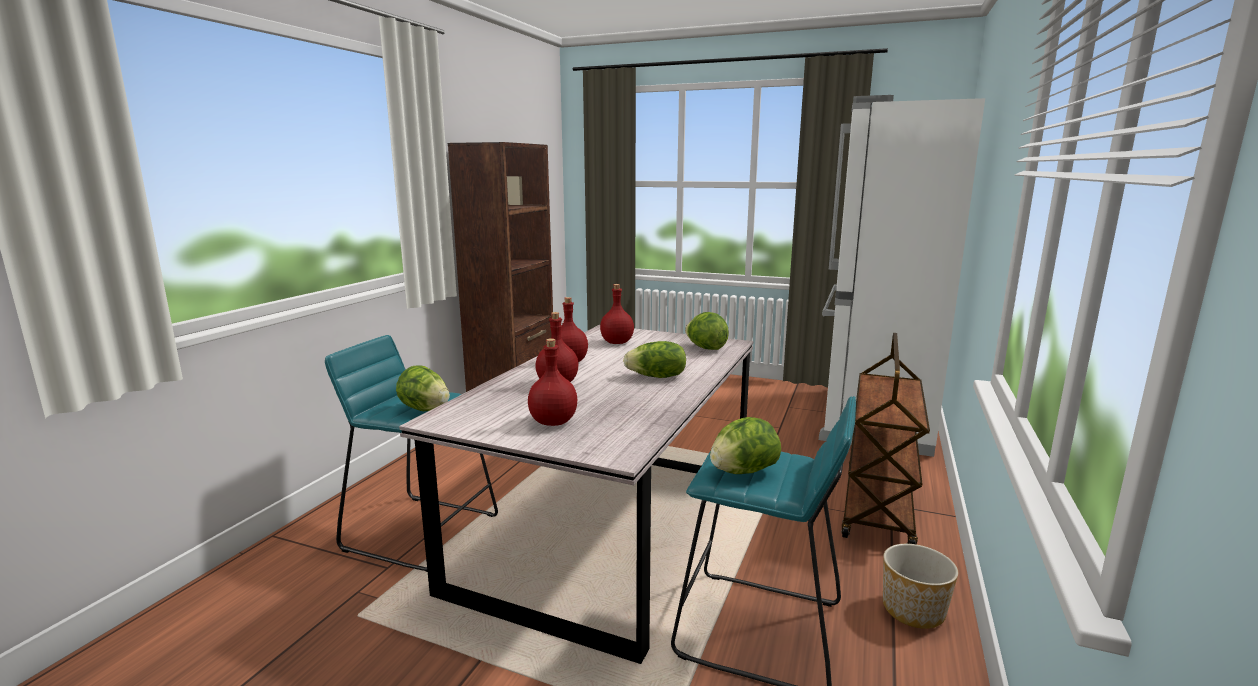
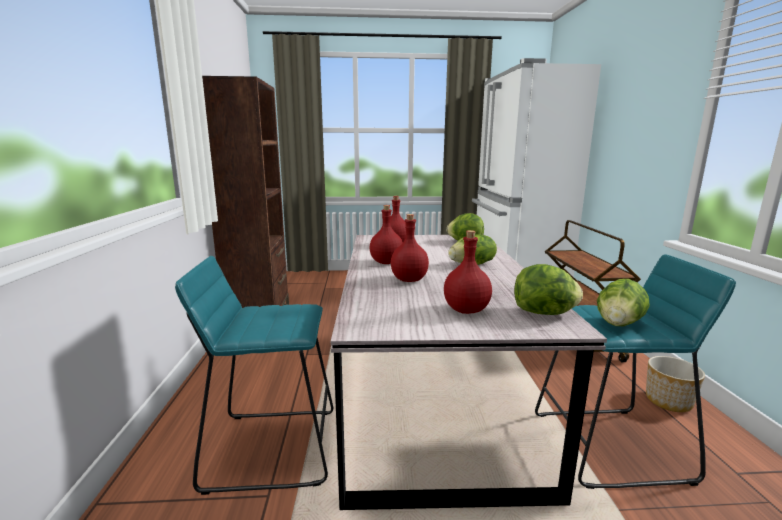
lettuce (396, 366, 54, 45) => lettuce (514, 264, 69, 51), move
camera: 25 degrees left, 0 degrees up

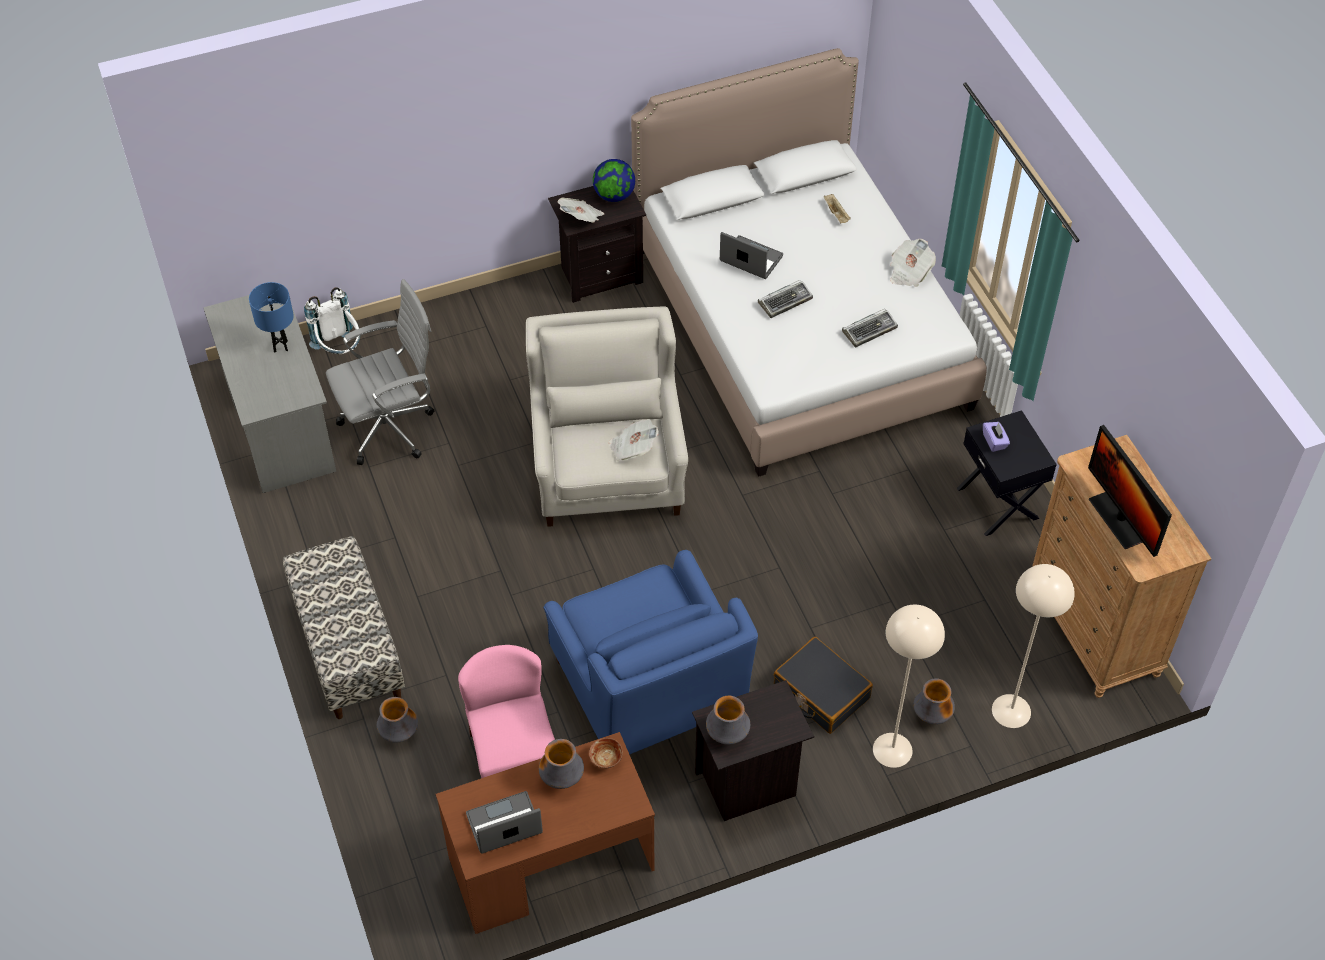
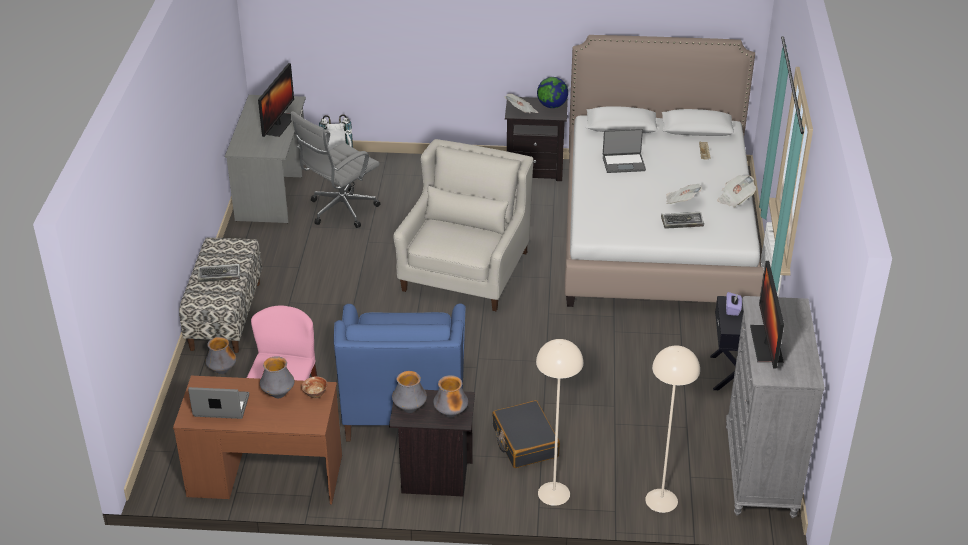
keyboard (758, 280, 55, 38) => keyboard (198, 264, 42, 18), move
blue lamp for a table (249, 282, 45, 71) => computer screen (258, 63, 36, 74)
gray computer chair (326, 279, 108, 186) => gray computer chair (291, 111, 89, 117), 135 degrees clockwise
decorative vase (914, 678, 41, 46) => decorative vase (433, 375, 35, 43), move
laptop (720, 232, 63, 47) => laptop (603, 129, 43, 44), 120 degrees clockwise
printed paper (609, 419, 50, 42) => printed paper (666, 184, 36, 20), move
brownish dresser (1032, 435, 179, 263) => gray dresser (726, 296, 99, 222)
camera: 25 degrees right, 15 degrees down

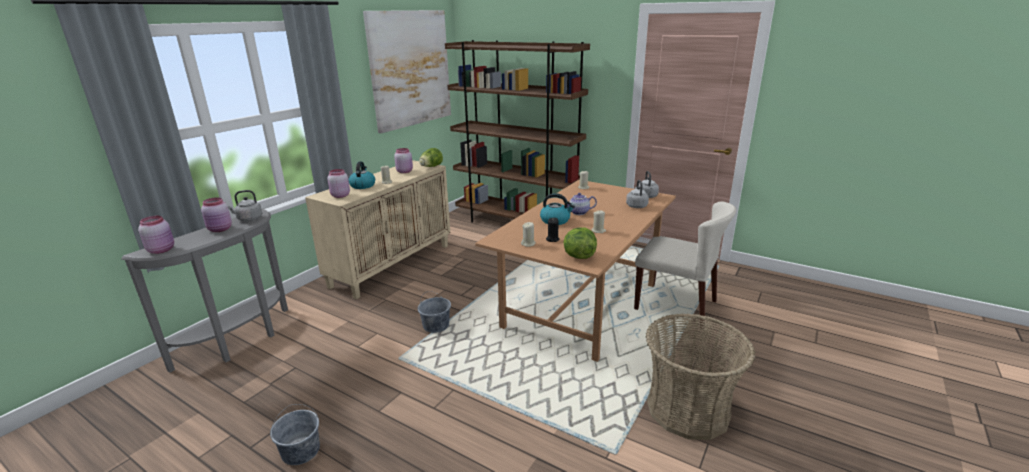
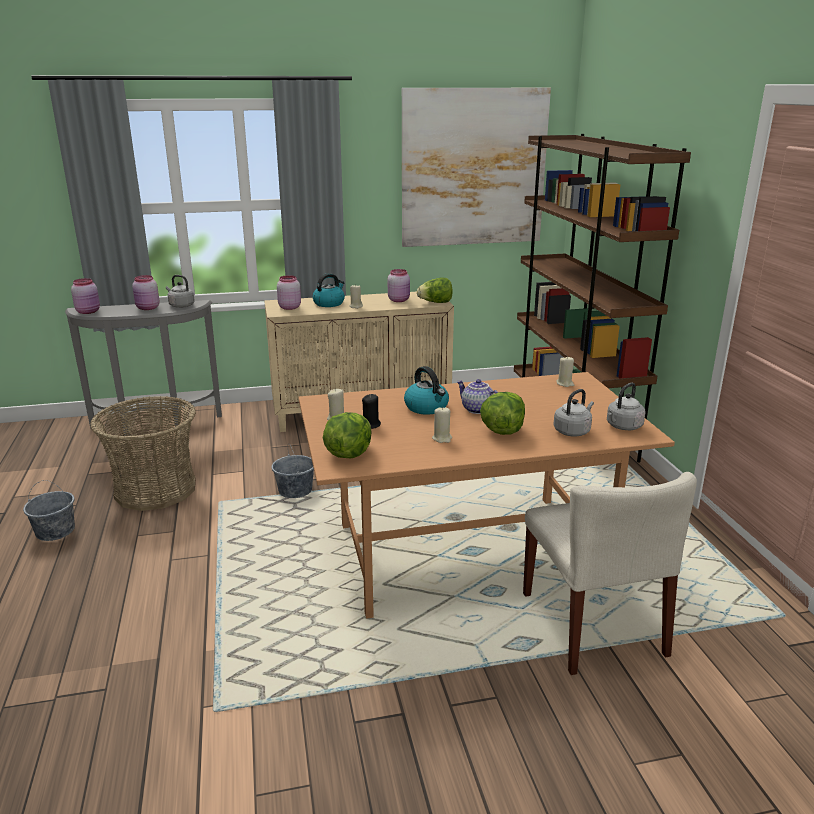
basket (645, 313, 110, 127) => basket (90, 396, 106, 115), move
nothing => lettuce (480, 392, 45, 43)
camera: 45 degrees right, 0 degrees up

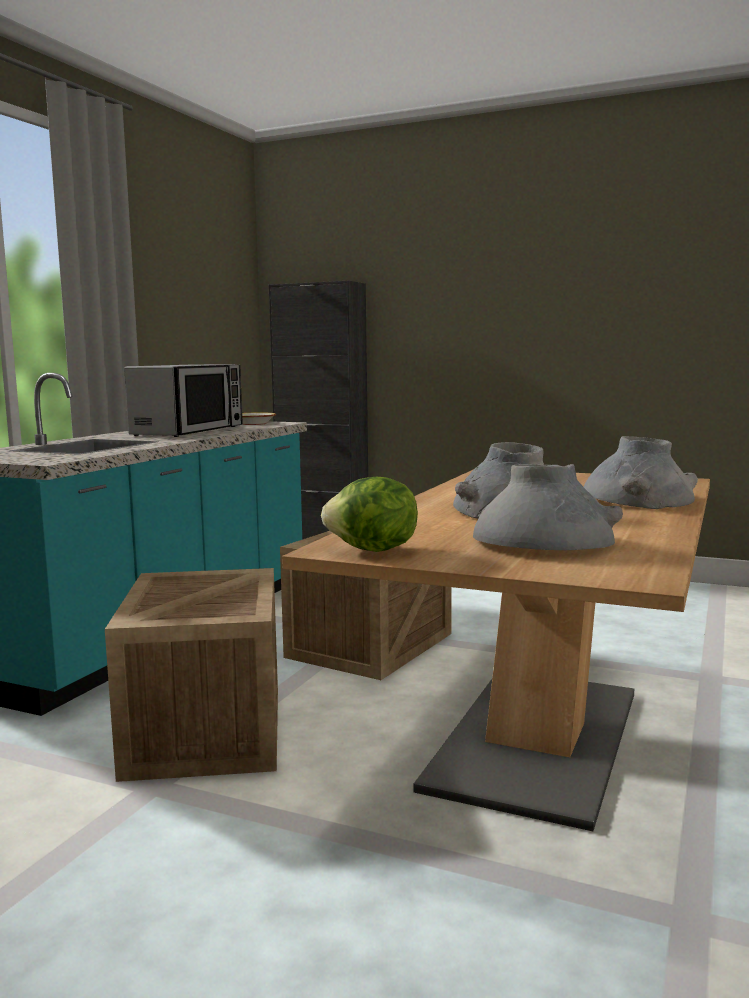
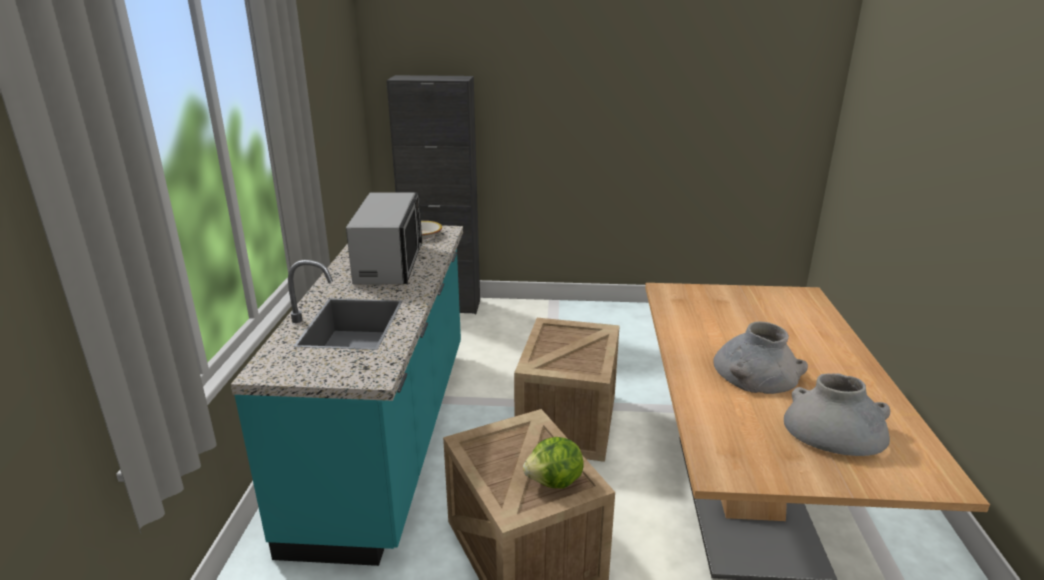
lettuce (321, 477, 97, 75) => lettuce (523, 437, 61, 51), move
gray decorative vase (584, 436, 114, 73) => nothing
camera: 20 degrees left, 15 degrees up

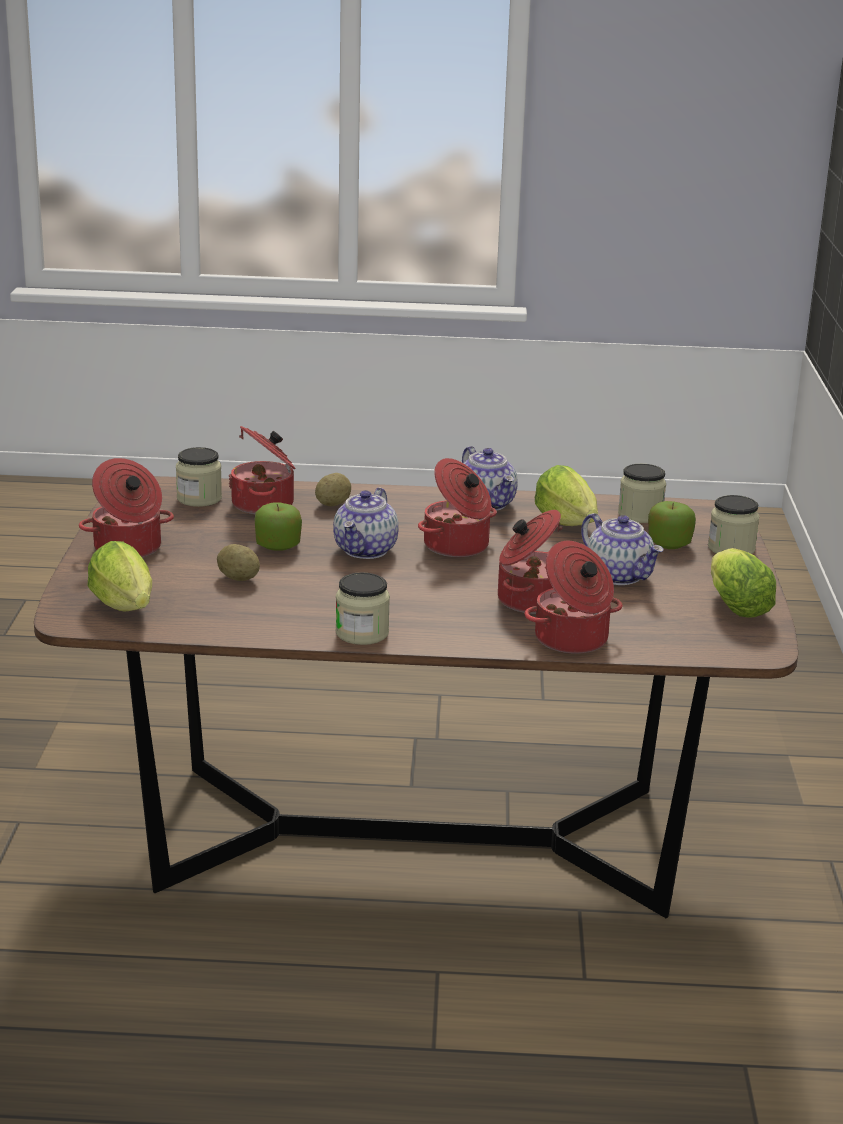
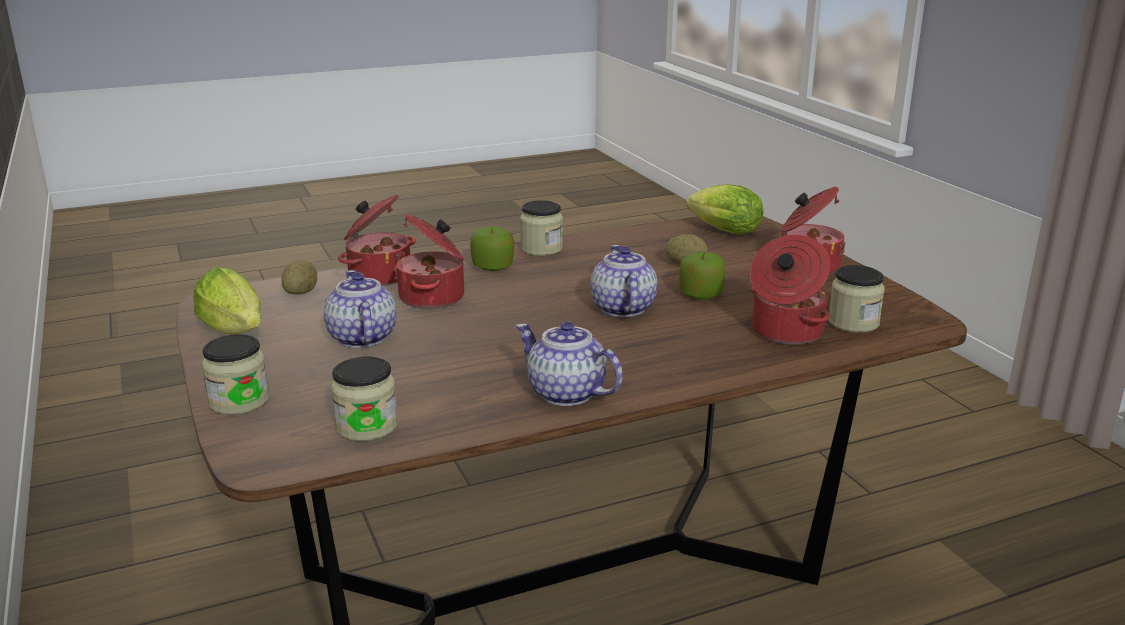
spud (315, 473, 36, 33) => spud (281, 260, 36, 35), move
teapot (581, 513, 82, 72) => teapot (324, 270, 73, 78), 45 degrees clockwise
apple fruit (648, 501, 48, 48) => apple fruit (470, 226, 44, 45), move
stockpot (418, 458, 79, 99) => nothing
lettuce (535, 465, 63, 61) => nothing
camera: 155 degrees right, 0 degrees up

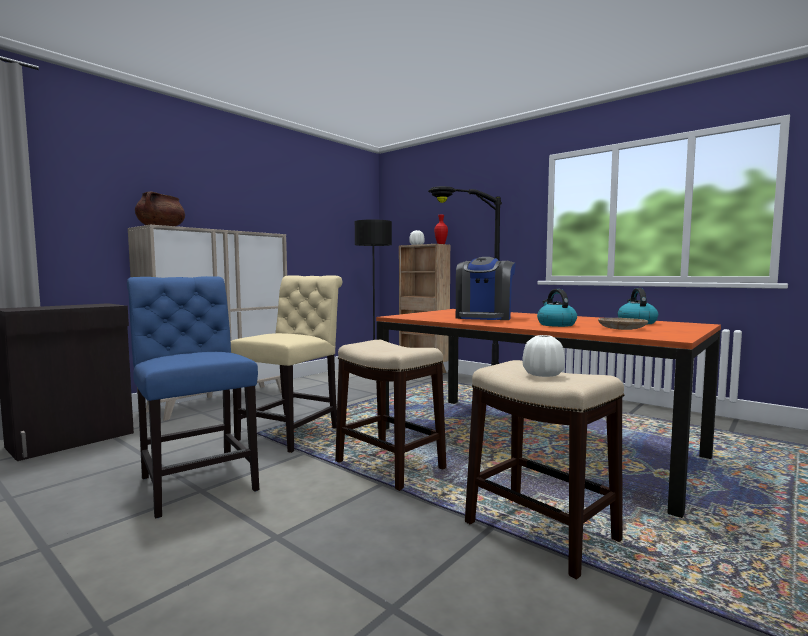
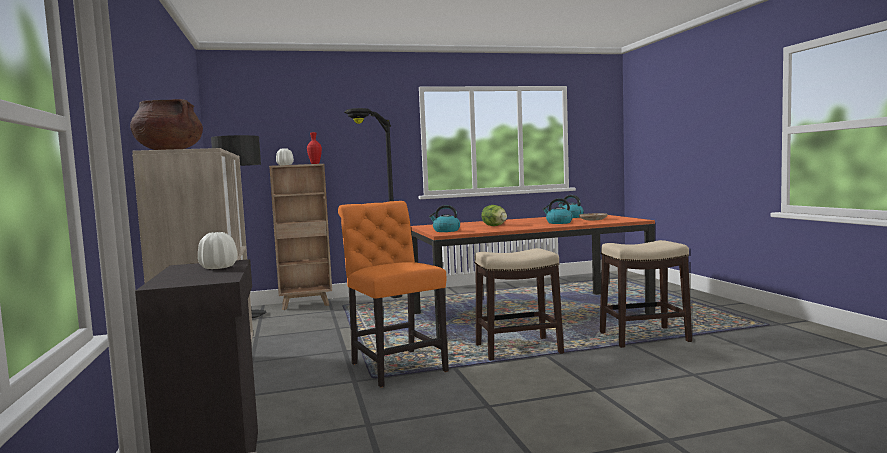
white decorative vase (522, 335, 43, 42) => white decorative vase (198, 232, 40, 37), move
beige-coloured chair (231, 275, 111, 178) => orangey chair (338, 201, 111, 186)
nothing => kettle (429, 205, 31, 27)
coffee machine (456, 257, 60, 63) => lettuce (481, 205, 26, 21)
blue chair (127, 276, 132, 243) => nothing
camera: 55 degrees left, 0 degrees up

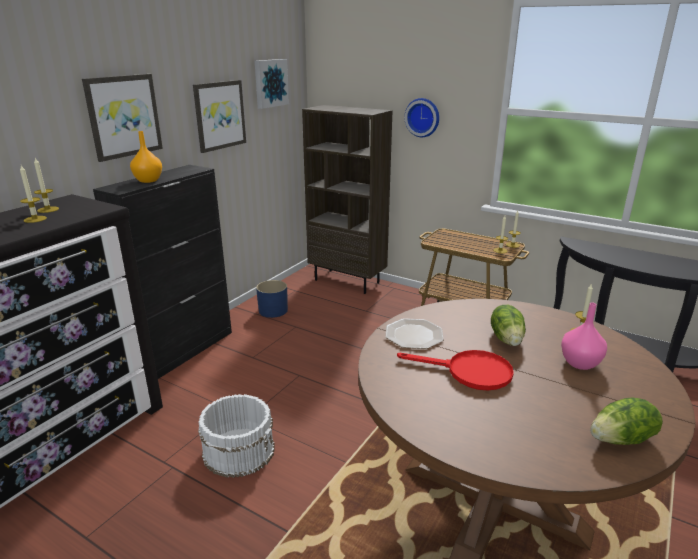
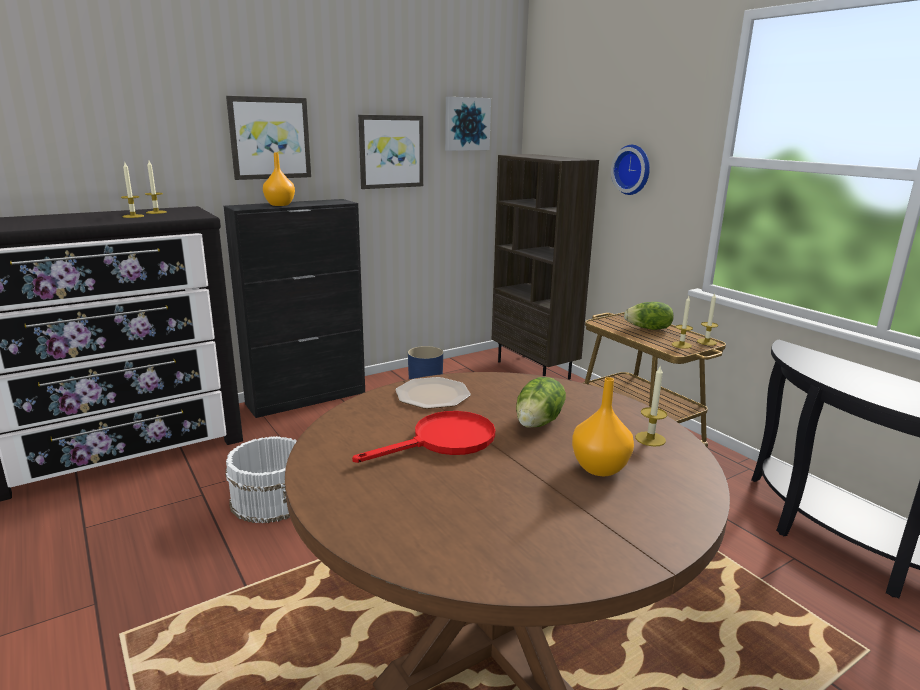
red pan (397, 350, 117, 41) => red pan (352, 411, 143, 52), 75 degrees counterclockwise
pink decorative vase (561, 302, 46, 68) => orangey decorative vase (572, 377, 62, 99)
lettuce (590, 398, 73, 47) => lettuce (624, 302, 50, 28), move
camera: 25 degrees right, 5 degrees down

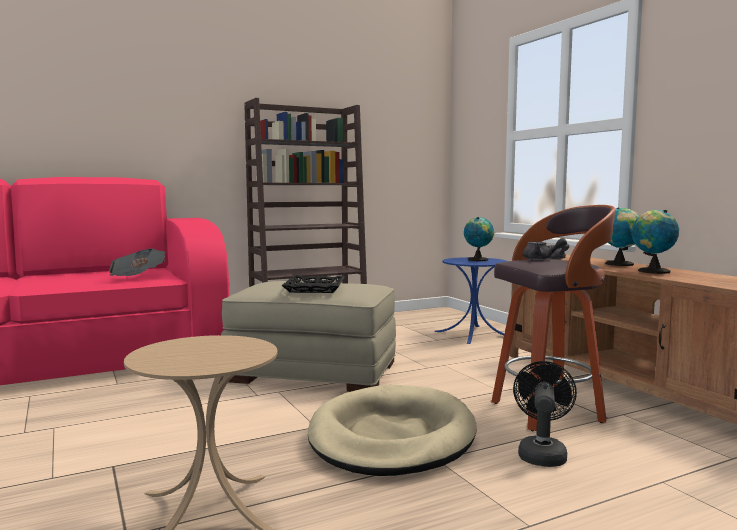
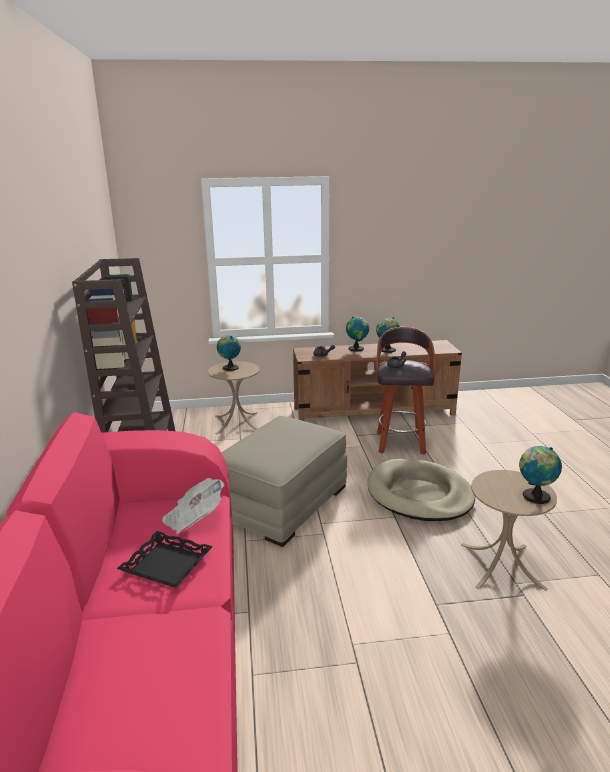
blackish tray (281, 275, 64, 18) => blackish tray (117, 531, 96, 57), move
blue side table (435, 257, 72, 87) => beige-coloured side table (208, 361, 51, 74)
nothing => world globe (519, 446, 43, 58)
blackish electric fan (513, 361, 64, 106) => nothing
camera: 70 degrees left, 15 degrees up

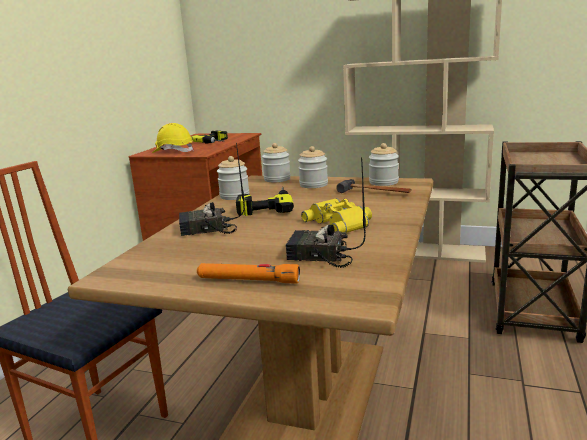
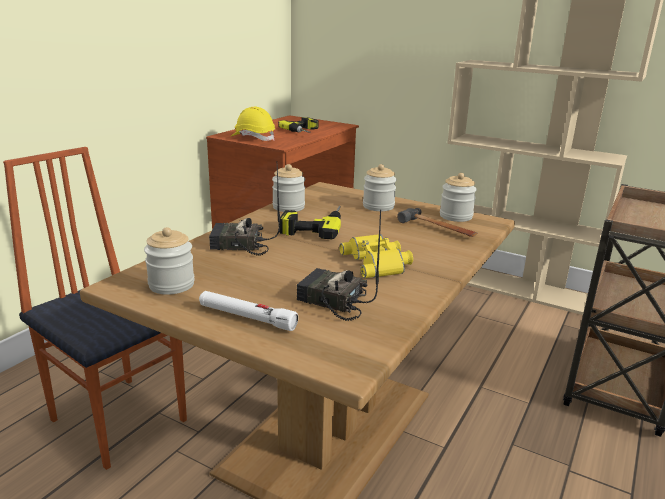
jar (262, 143, 29, 39) => jar (144, 227, 51, 68), move
orangey flashlight (197, 263, 103, 21) => white flashlight (199, 291, 99, 40)
camera: 10 degrees right, 5 degrees up

